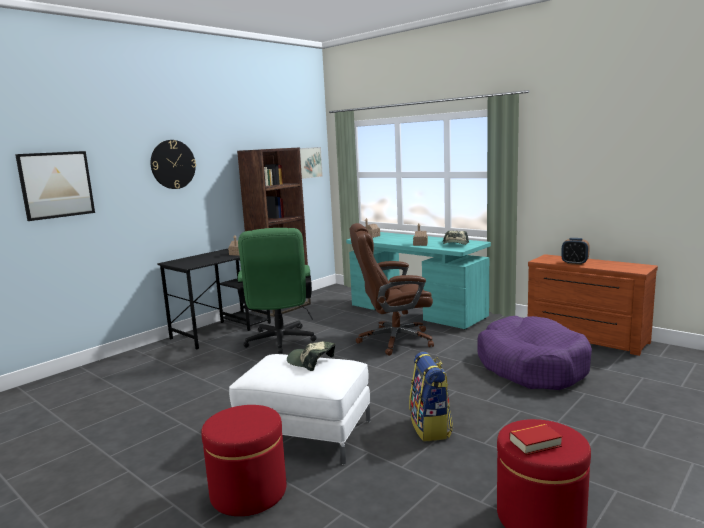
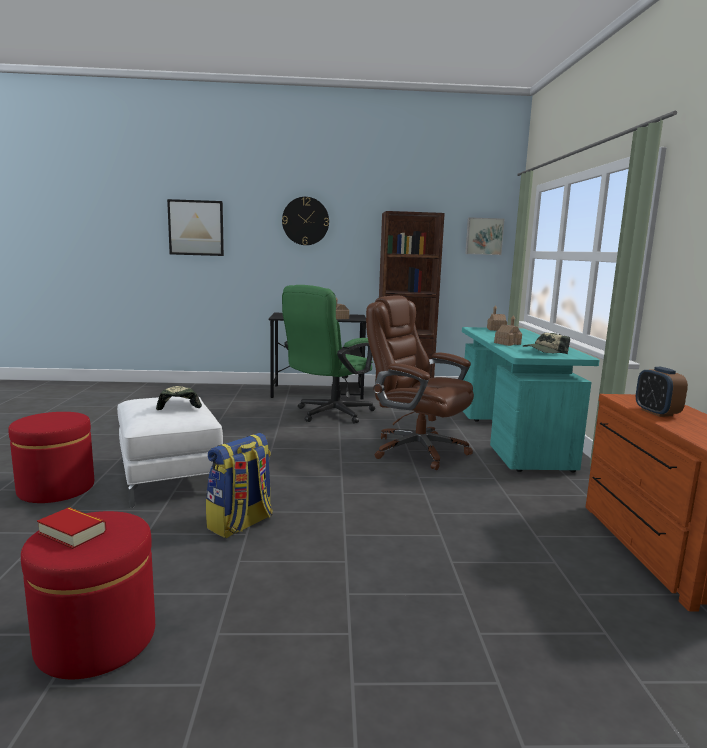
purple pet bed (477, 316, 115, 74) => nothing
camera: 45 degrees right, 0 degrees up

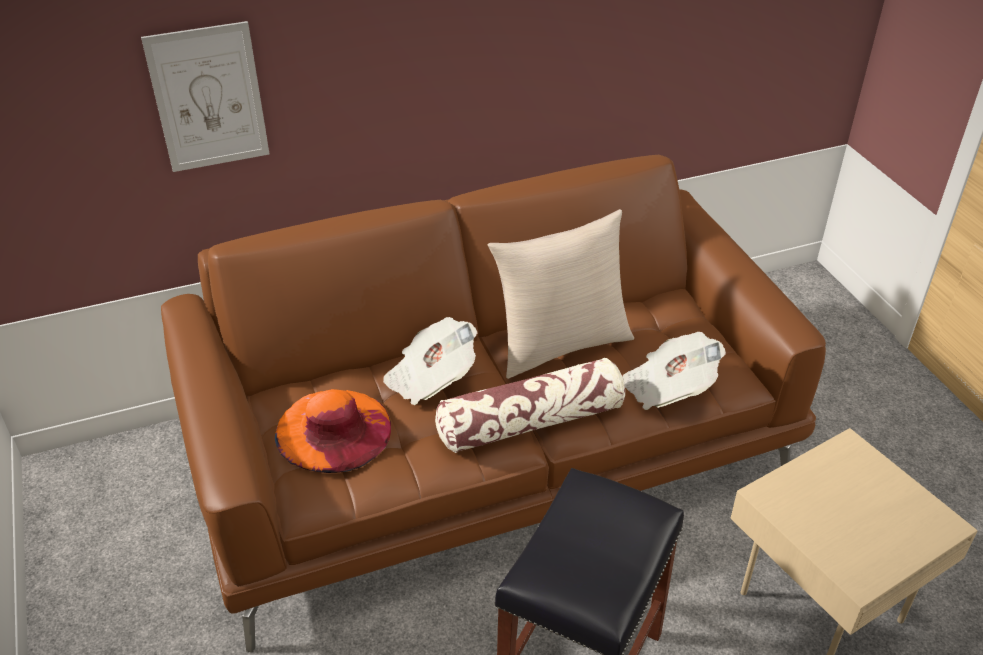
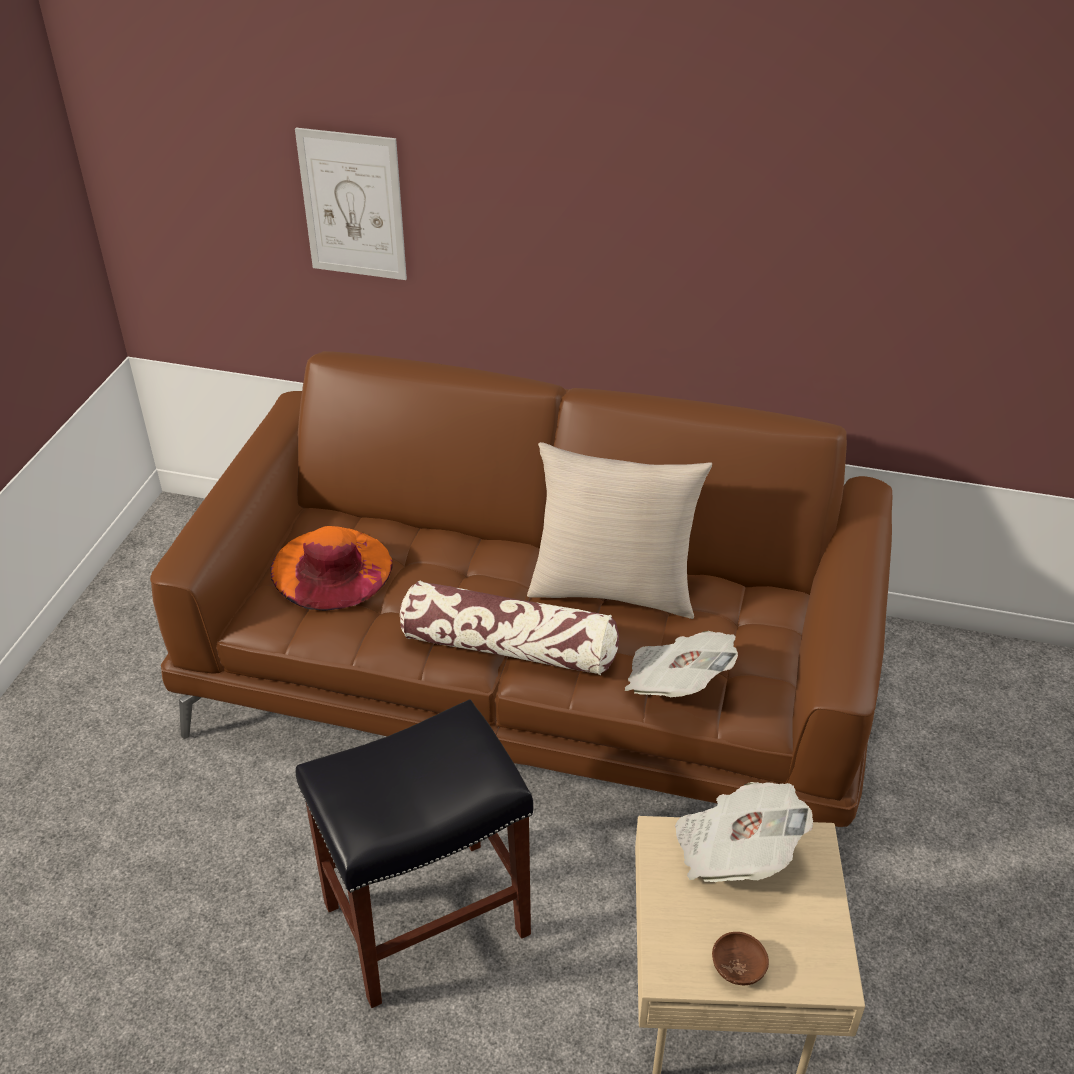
printed paper (383, 317, 95, 88) => printed paper (675, 782, 138, 100), move
nothing => brownish deep dish (712, 932, 57, 53)
camera: 35 degrees right, 0 degrees up

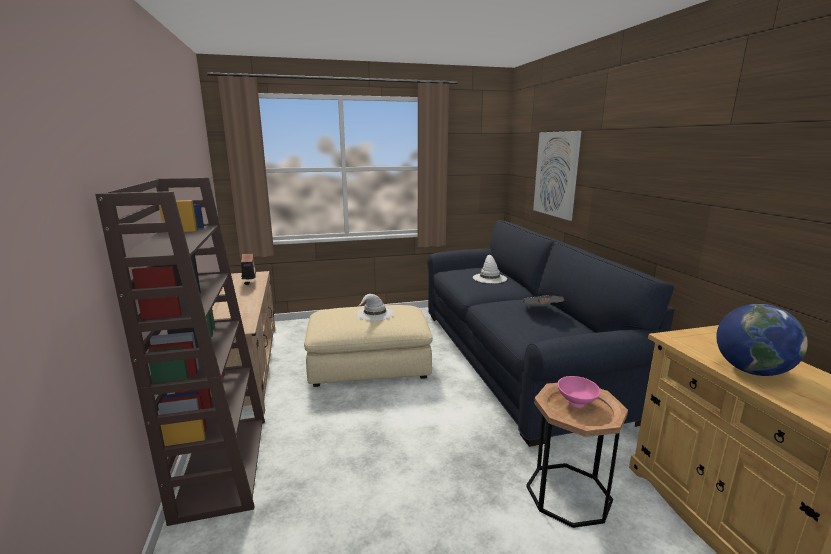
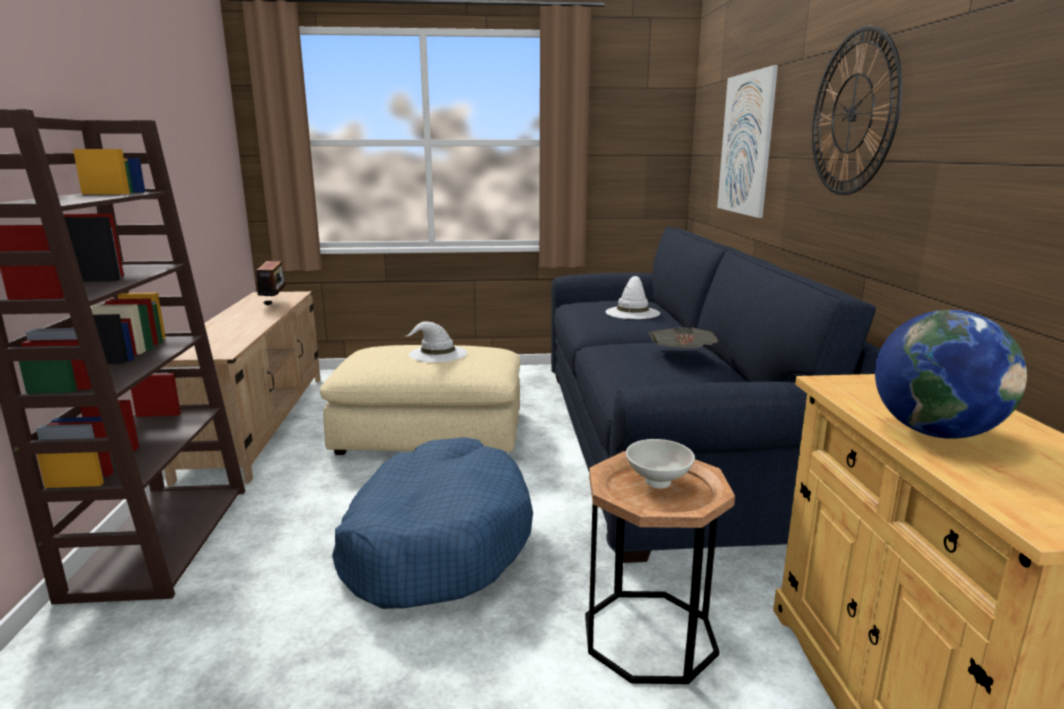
nothing => blue pet bed (332, 437, 201, 172)
pink deep dish (557, 376, 44, 32) => white deep dish (626, 439, 69, 49)
nothing => wall clock (812, 26, 90, 169)
camera: 10 degrees right, 0 degrees up

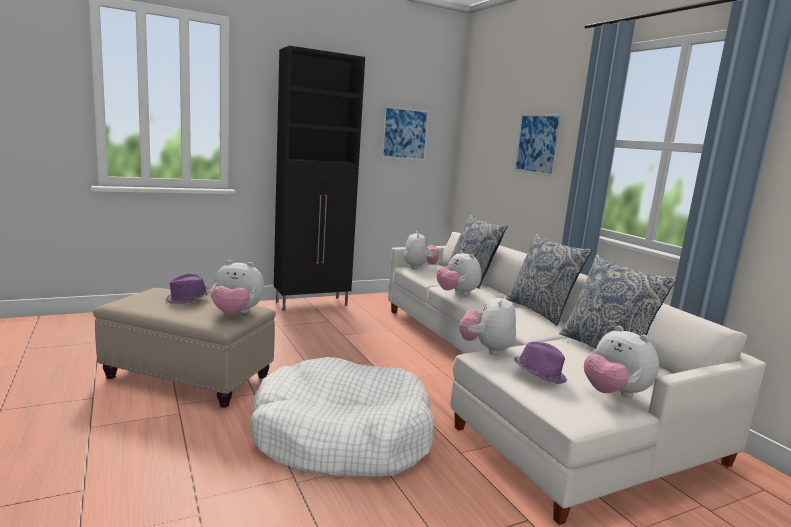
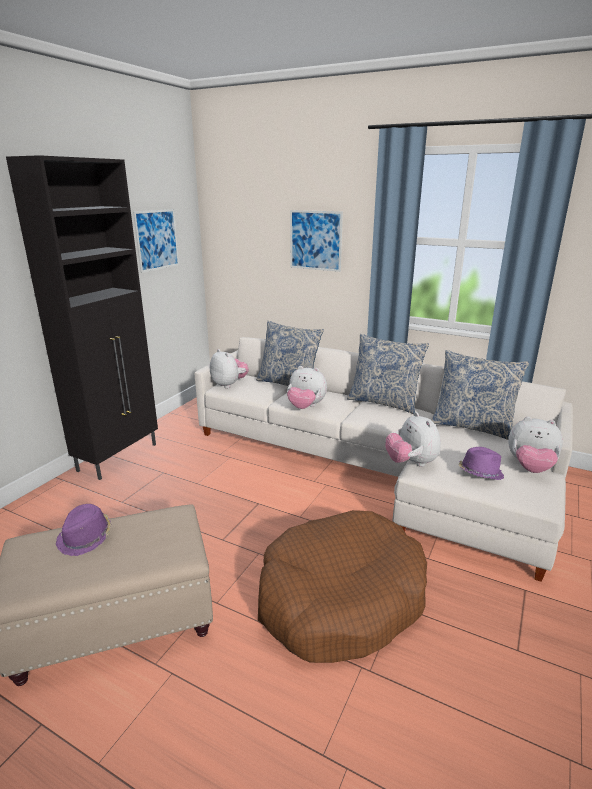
white pet bed (250, 357, 184, 120) => brownish pet bed (258, 510, 169, 153)
plush toy (211, 260, 53, 54) => nothing
camera: 35 degrees left, 10 degrees up

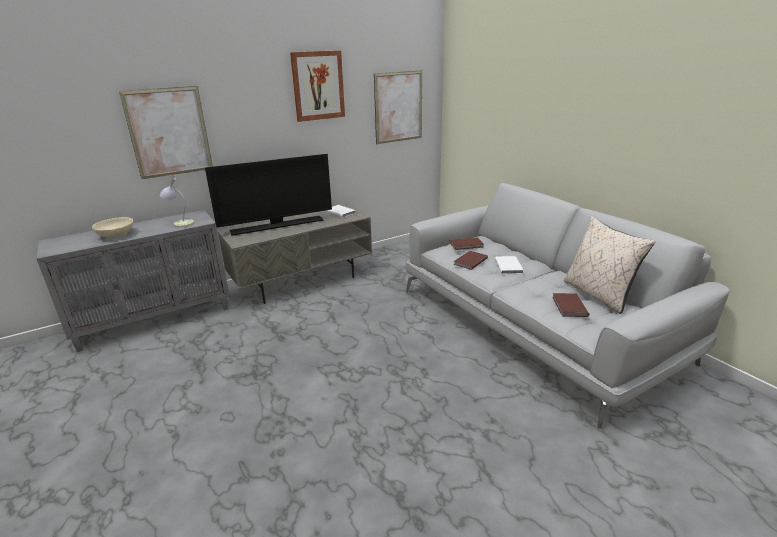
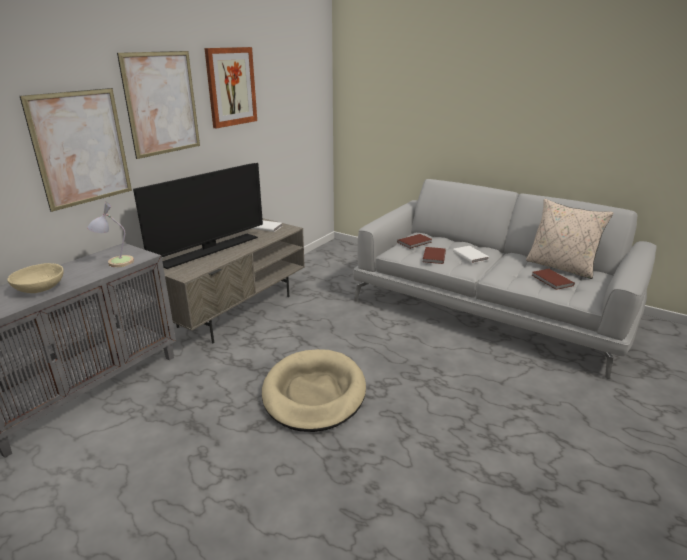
picture (374, 70, 48, 74) => picture (117, 51, 83, 108), move
nothing => beige-coloured pet bed (262, 349, 104, 83)
camera: 25 degrees left, 0 degrees up

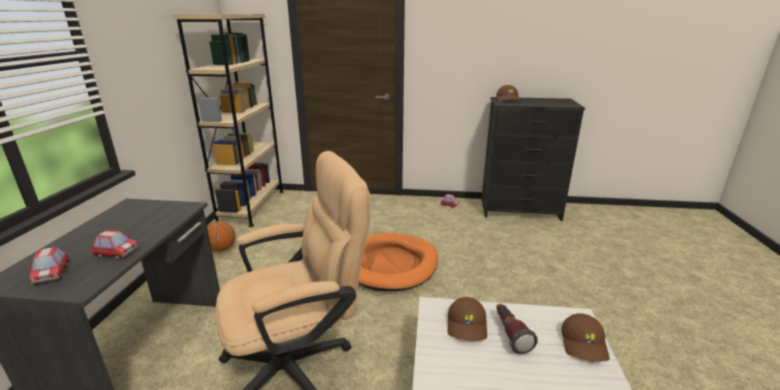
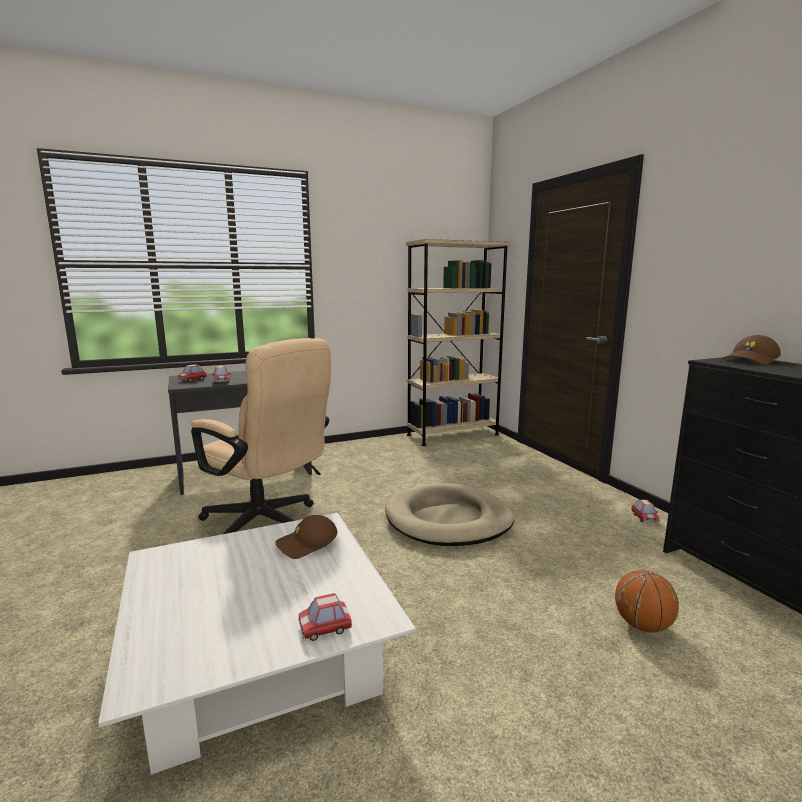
brownish cap (561, 314, 49, 47) => miniature car (298, 593, 54, 48)
orangey pet bed (358, 233, 80, 58) => beige-coloured pet bed (385, 483, 129, 63)
basketball (207, 221, 29, 31) => basketball (615, 570, 64, 63), move
flashlight (496, 304, 42, 50) => nothing
camera: 60 degrees right, 10 degrees down

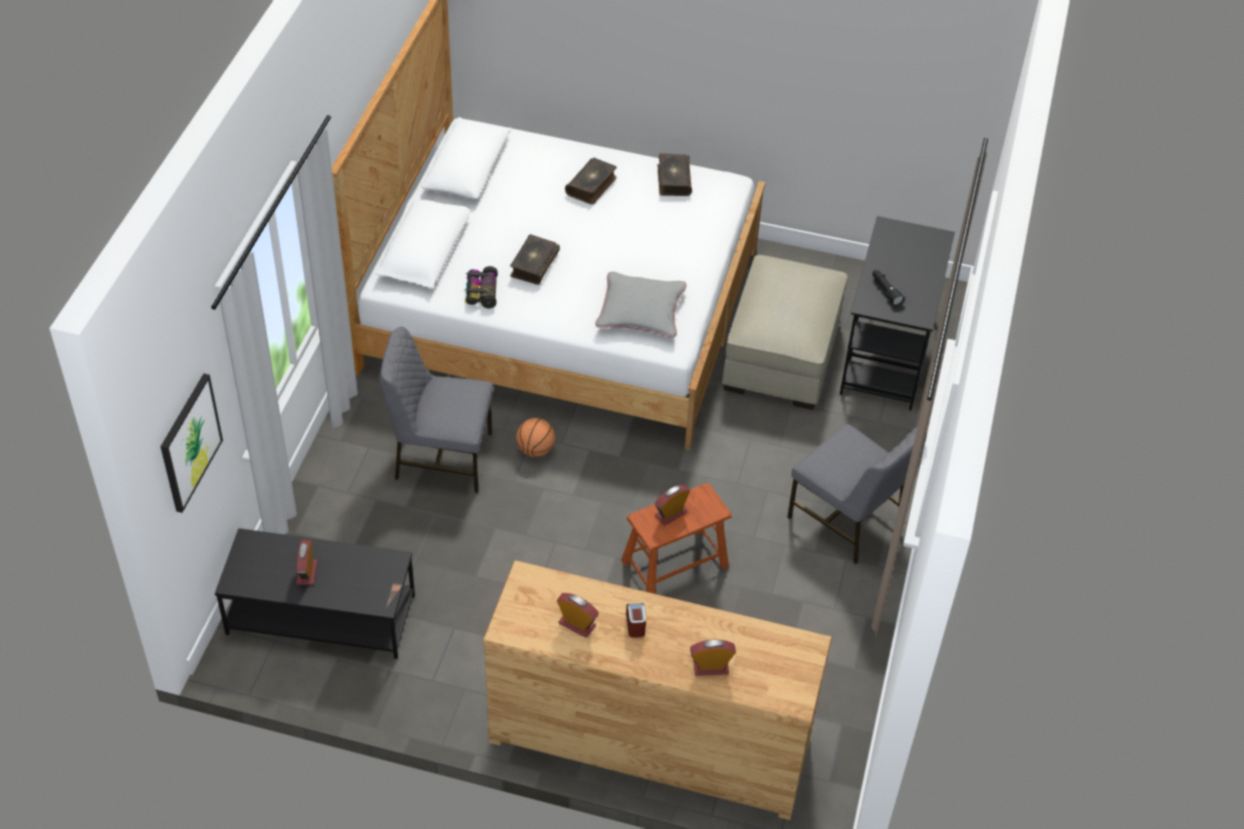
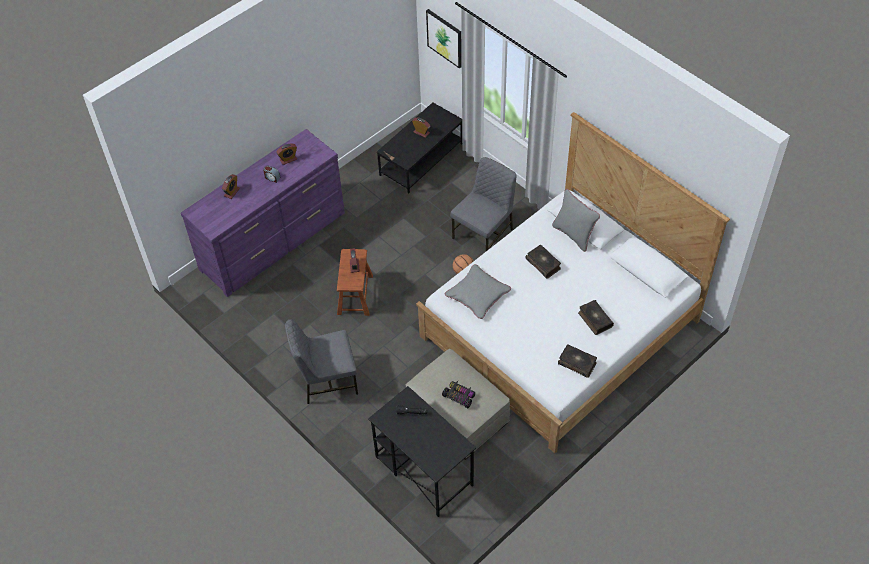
brownish dresser (483, 560, 349, 260) => purple dresser (181, 129, 164, 168)
miniature car (464, 266, 34, 42) => miniature car (442, 381, 33, 27), move
nothing => gray throw pillow (552, 189, 48, 63)
camera: 125 degrees right, 5 degrees up

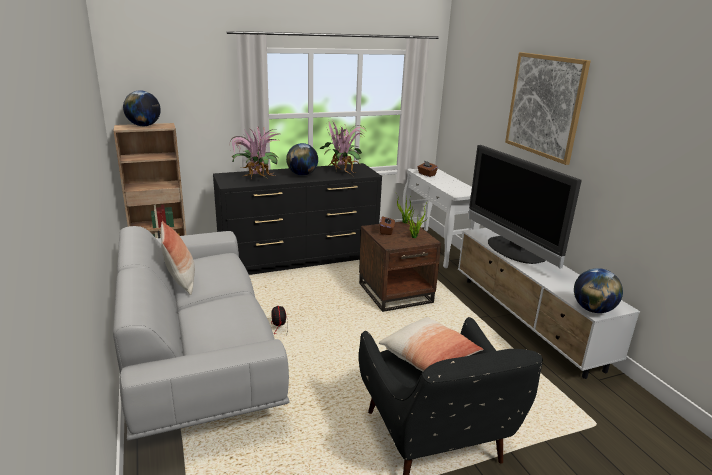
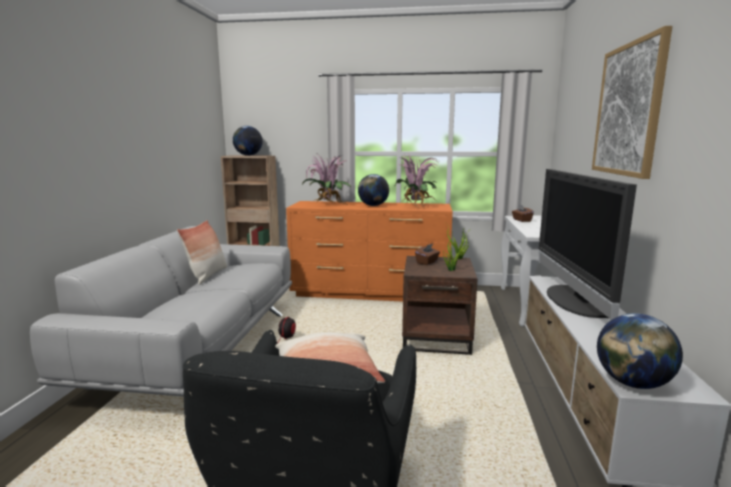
blackish dresser (213, 163, 169, 112) => orangey dresser (286, 201, 167, 101)
camera: 30 degrees right, 10 degrees down

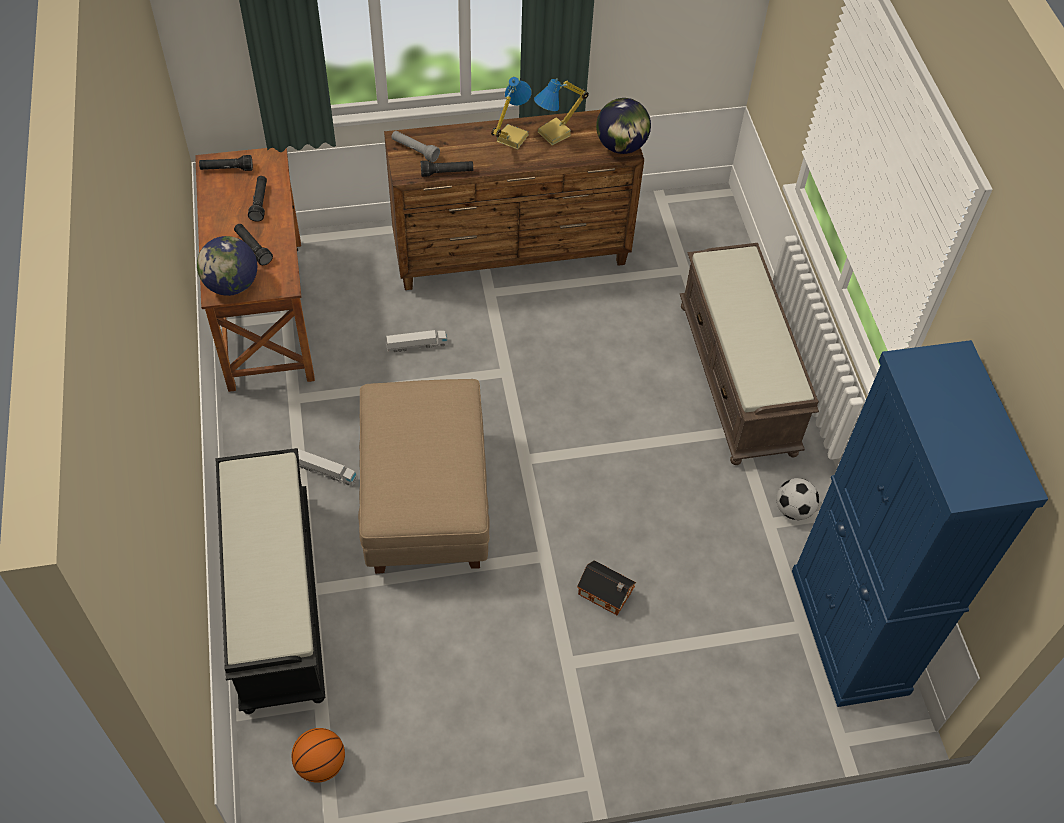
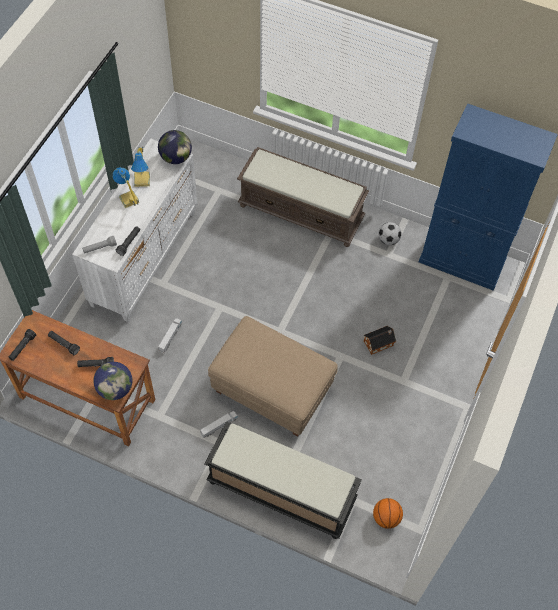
brownish dresser (384, 110, 260, 180) => white dresser (72, 138, 125, 184)
camera: 55 degrees left, 5 degrees up

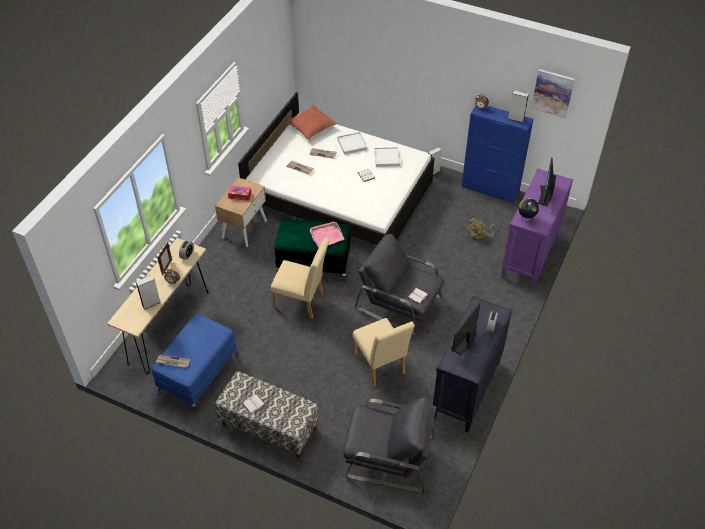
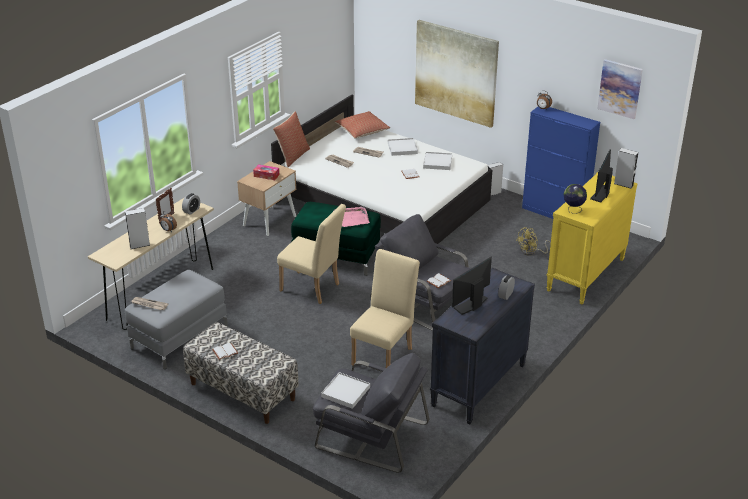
blue ottoman (151, 314, 87, 98) => gray ottoman (125, 270, 103, 99)
nothing => throw pillow (273, 111, 37, 56)
nothing => white tray (321, 372, 49, 37)
beige-coloured chair (353, 318, 62, 69) => beige-coloured chair (350, 249, 70, 119), 135 degrees counterclockwise
nothing => picture (415, 20, 84, 108)
purple dresser (501, 168, 72, 121) => yellowish dresser (547, 172, 90, 132)
gray speaker (508, 90, 21, 33) => gray speaker (614, 148, 24, 40), move
camera: 10 degrees right, 15 degrees down

